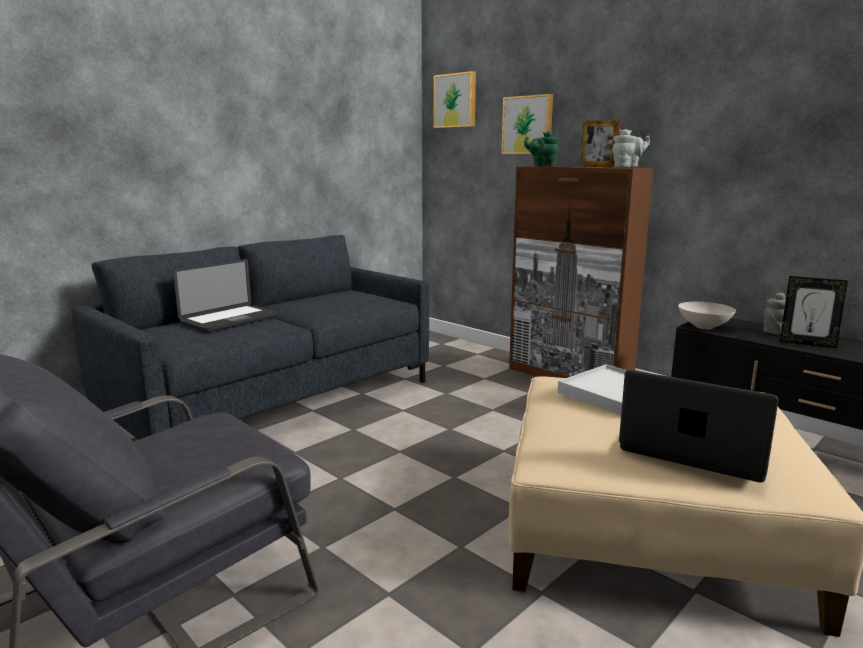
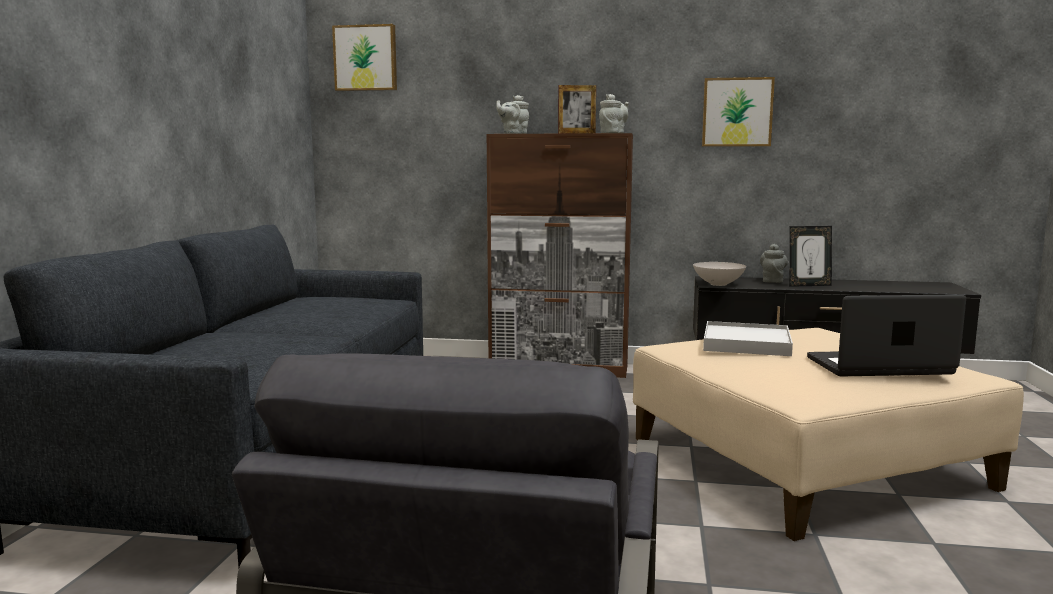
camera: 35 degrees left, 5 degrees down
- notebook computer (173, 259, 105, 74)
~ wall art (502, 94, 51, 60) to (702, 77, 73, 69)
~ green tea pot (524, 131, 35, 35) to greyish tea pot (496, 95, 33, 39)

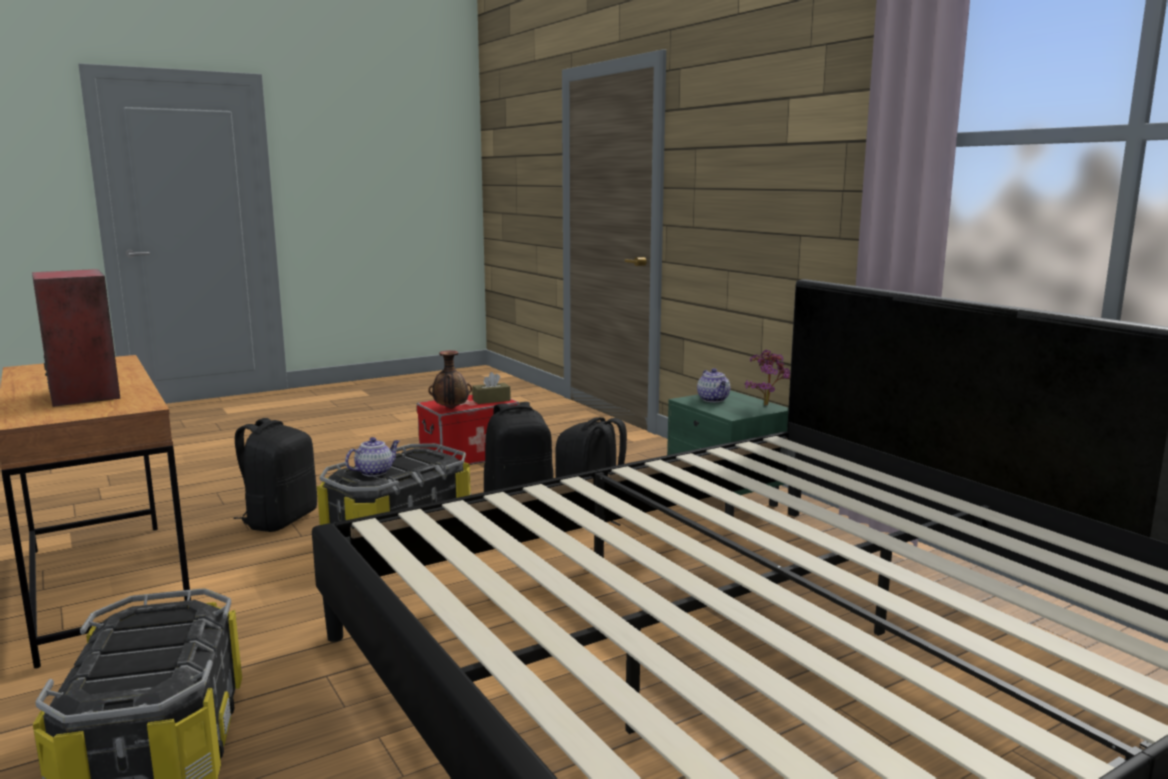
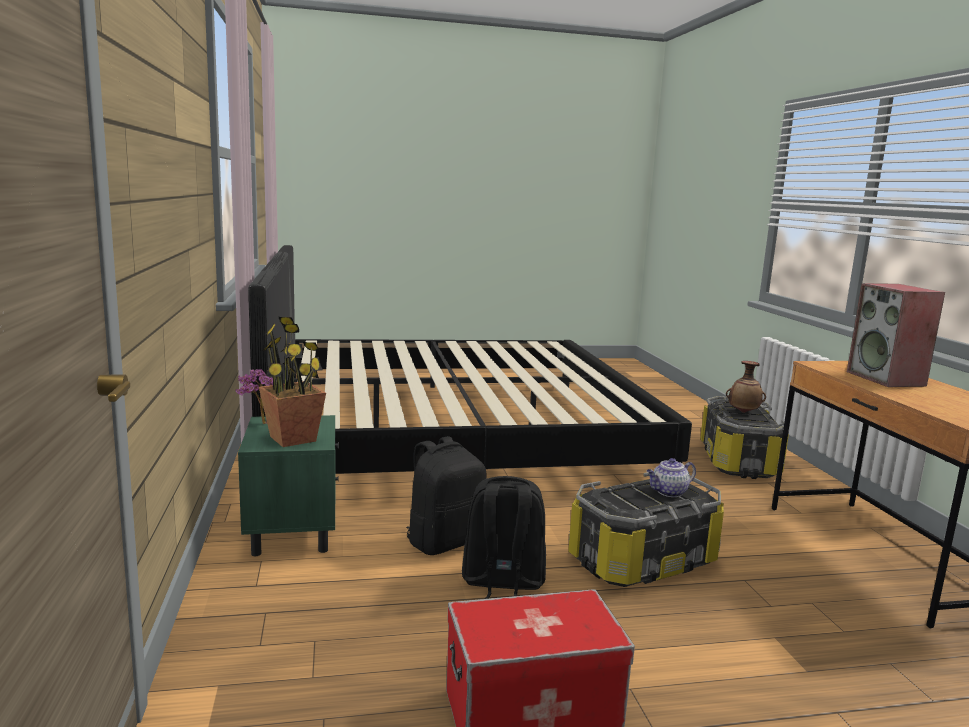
camera: 160 degrees left, 0 degrees up
- blackish rucksack (233, 418, 84, 114)
- brownish tissue box (472, 372, 39, 32)
~ vase (428, 350, 44, 59) to (726, 361, 40, 52)
~ tea pot (697, 368, 33, 34) to plant in a pot (259, 317, 67, 130)

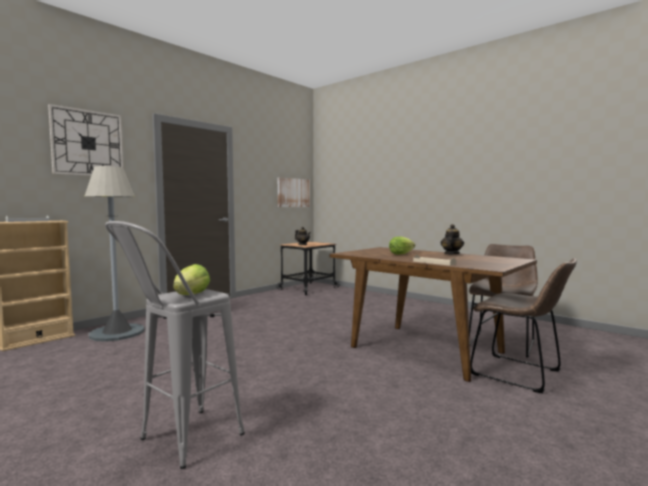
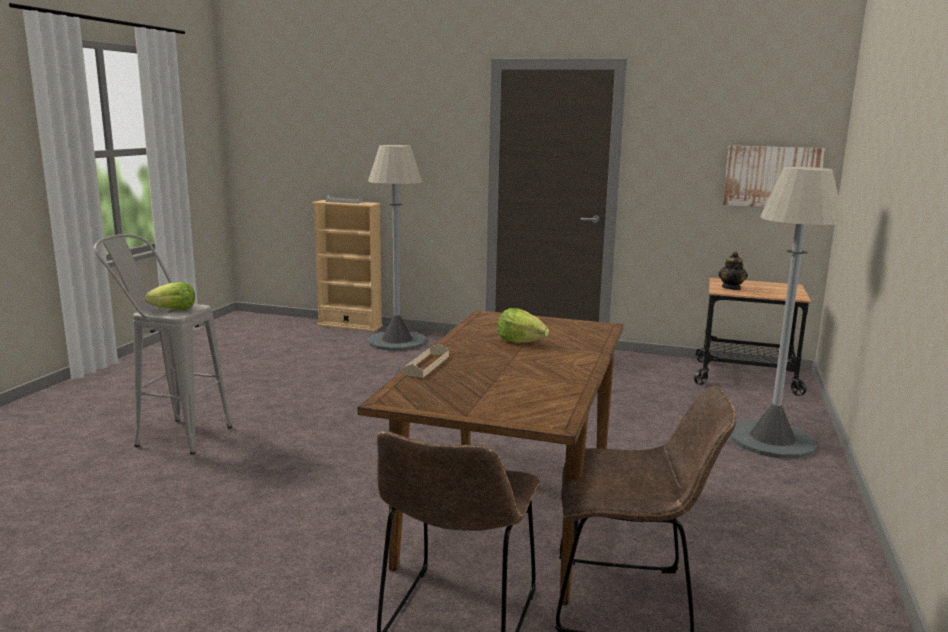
camera: 65 degrees right, 10 degrees up
- wall clock (48, 104, 76, 72)
- tea pot (441, 224, 23, 31)
+ greyish standing lamp (730, 167, 114, 292)

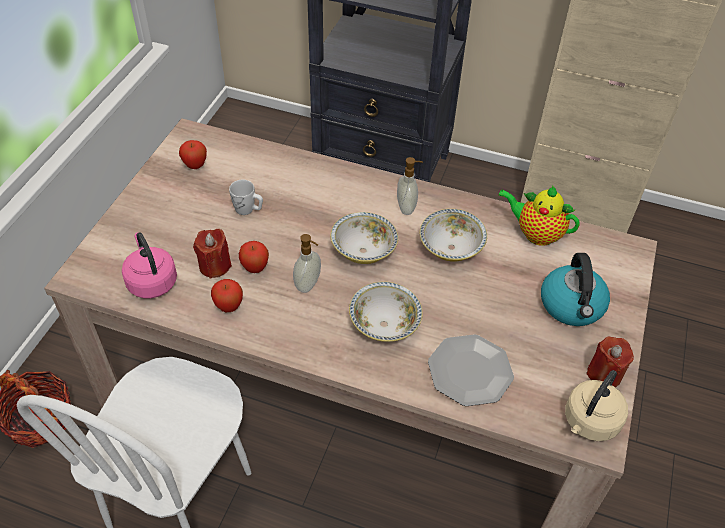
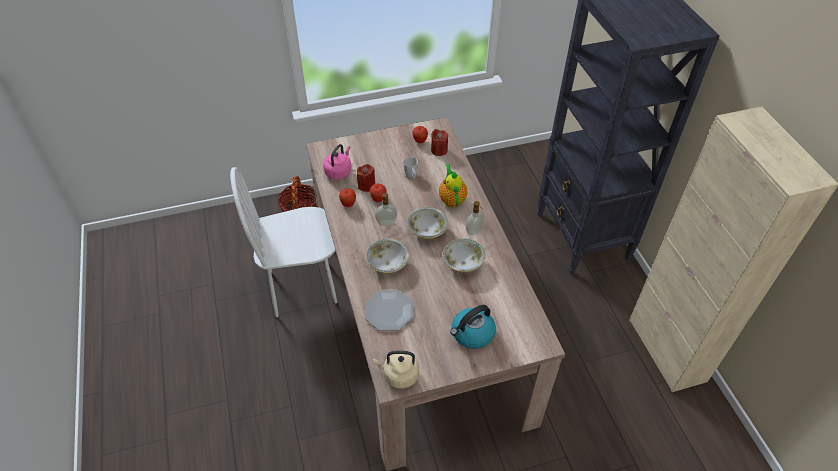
camera: 55 degrees right, 0 degrees up
~ tea pot (499, 186, 81, 60) to (439, 164, 29, 43)
~ red-coloured wax candle (586, 337, 48, 50) to (431, 129, 17, 27)

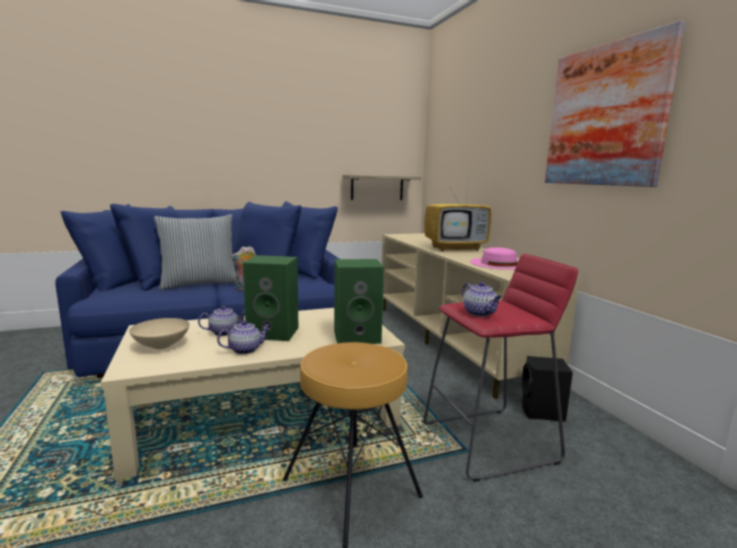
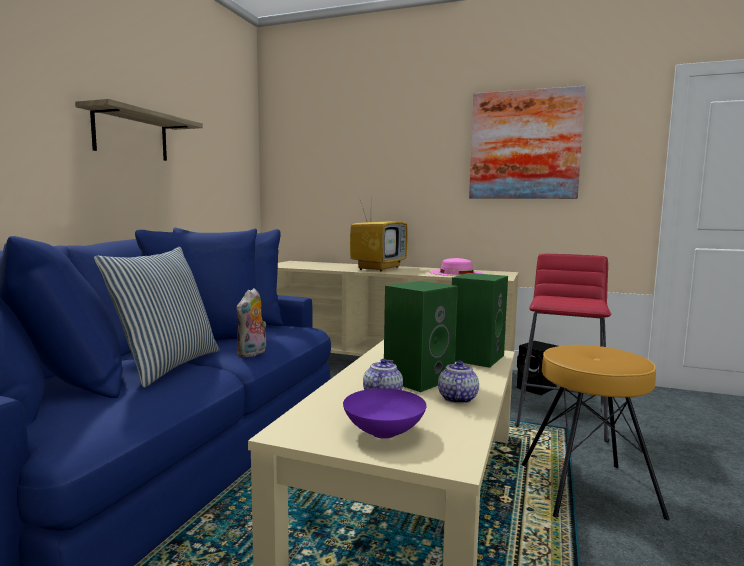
camera: 50 degrees left, 5 degrees down
- tea pot (462, 282, 40, 35)
~ bracket shelf (342, 175, 79, 25) to (75, 99, 128, 62)
~ beige-coloured deep dish (129, 318, 61, 31) to purple deep dish (343, 388, 84, 51)

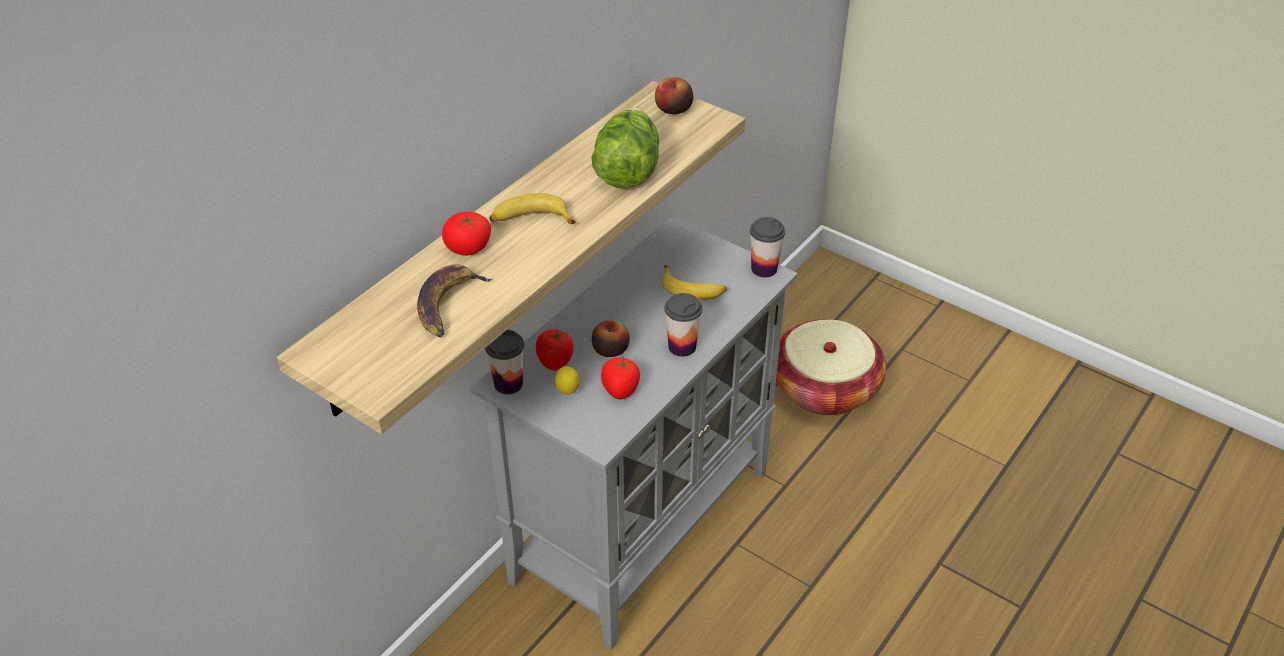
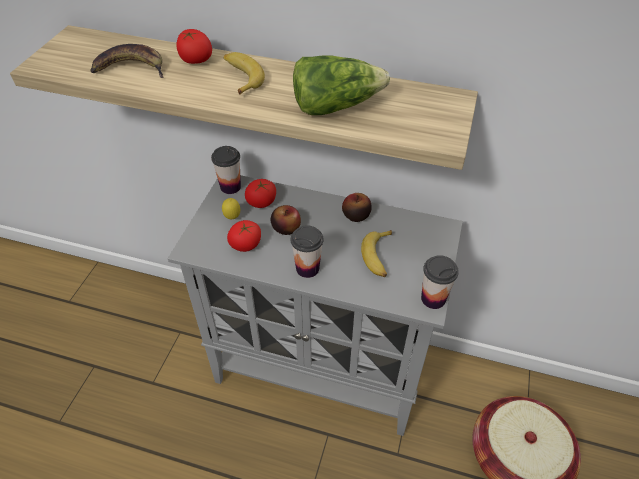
camera: 70 degrees right, 5 degrees up
~ whole apple (655, 77, 38, 37) to (342, 193, 30, 29)

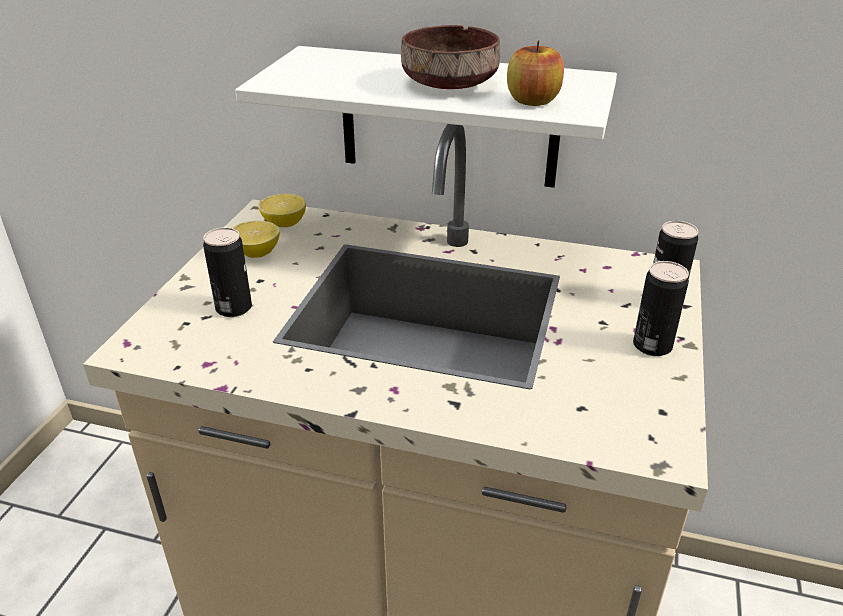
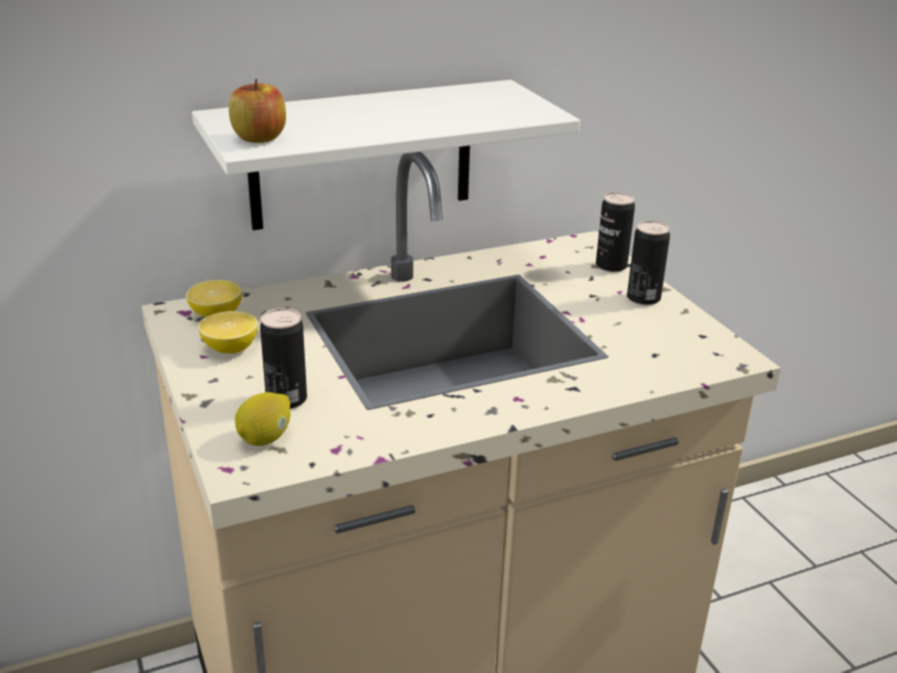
camera: 40 degrees left, 5 degrees down
- brownish deep dish (401, 25, 99, 64)
+ citrus fruit (235, 392, 55, 54)
~ whole apple (507, 40, 57, 66) to (229, 78, 57, 65)

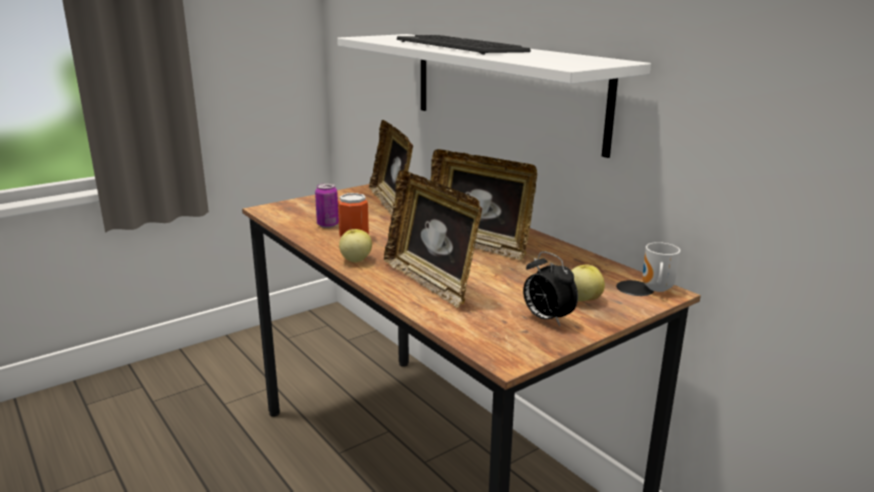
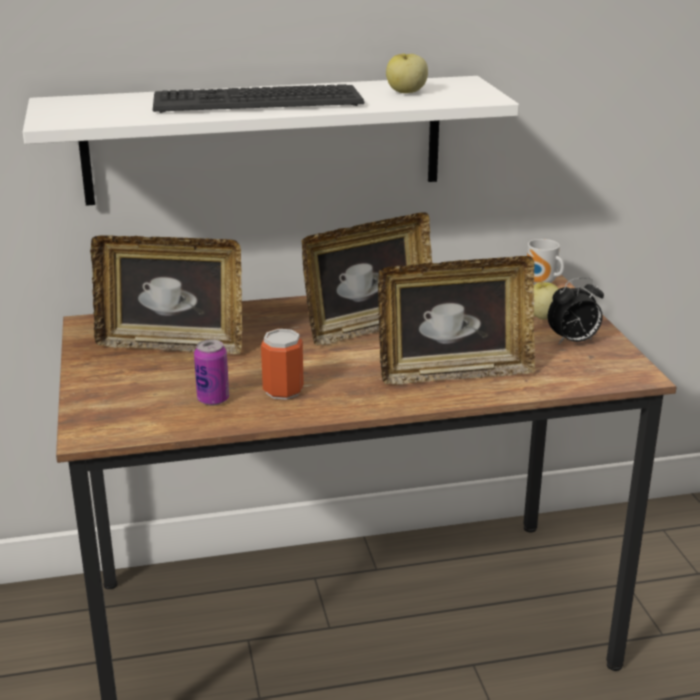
camera: 65 degrees left, 5 degrees up
~ whole apple (339, 229, 33, 33) to (386, 54, 42, 39)

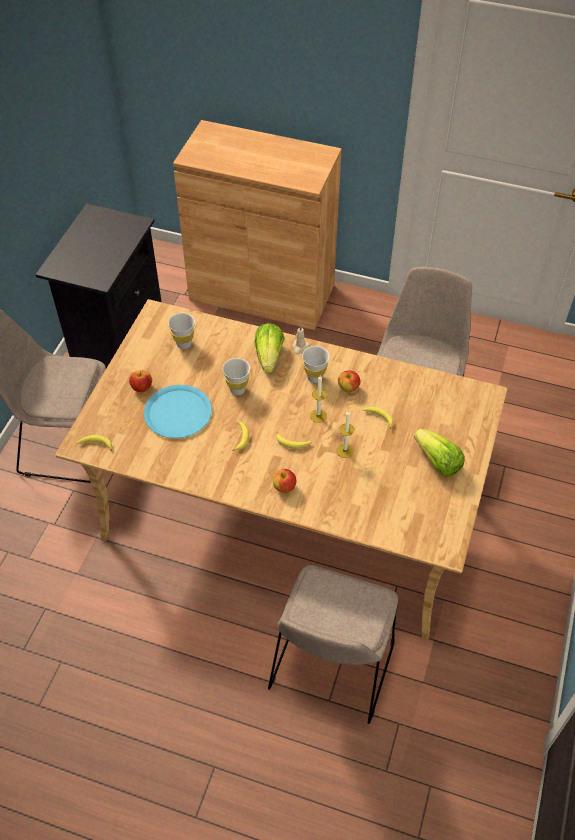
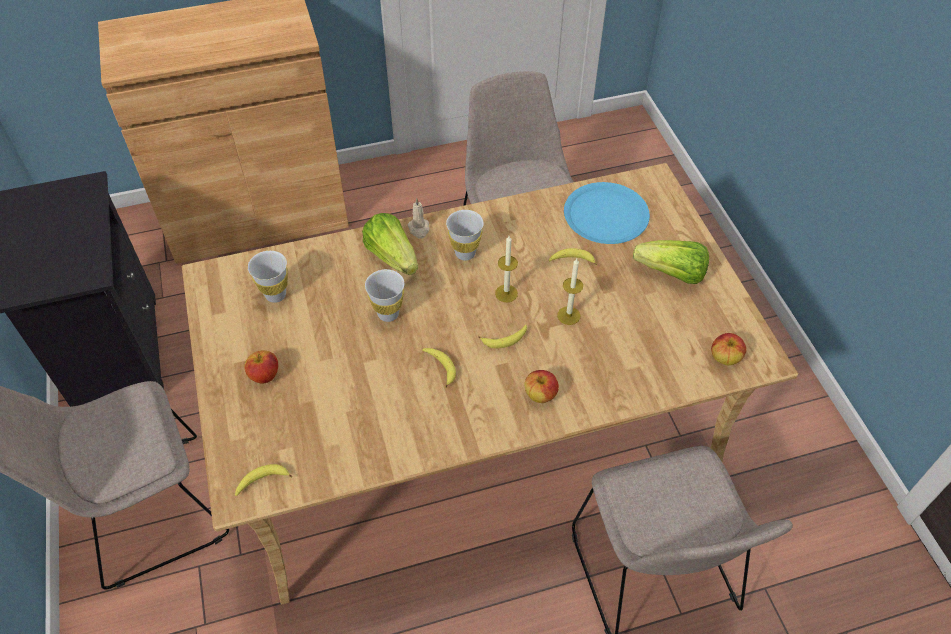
camera: 35 degrees left, 0 degrees up
~ blue-coloured dinner plate (144, 385, 68, 53) to (564, 182, 86, 62)
~ whole apple (338, 370, 22, 22) to (711, 333, 35, 32)

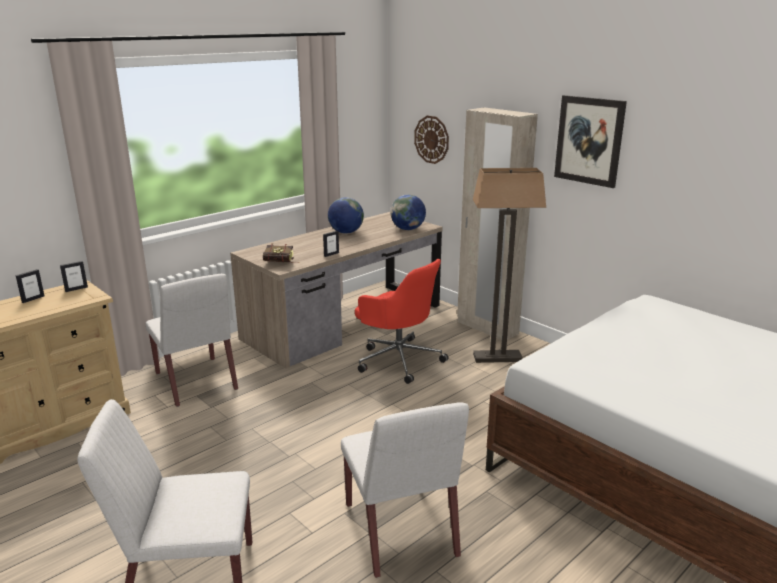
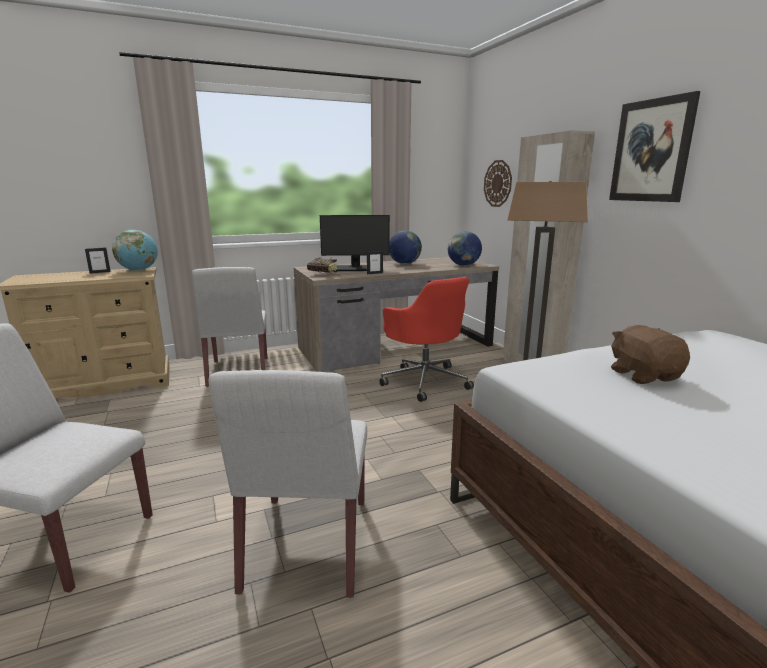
camera: 20 degrees right, 5 degrees down
+ monitor (320, 215, 70, 56)
+ brownish soft toy (611, 325, 79, 59)
~ standing frame (60, 261, 28, 31) to world globe (112, 230, 46, 41)

